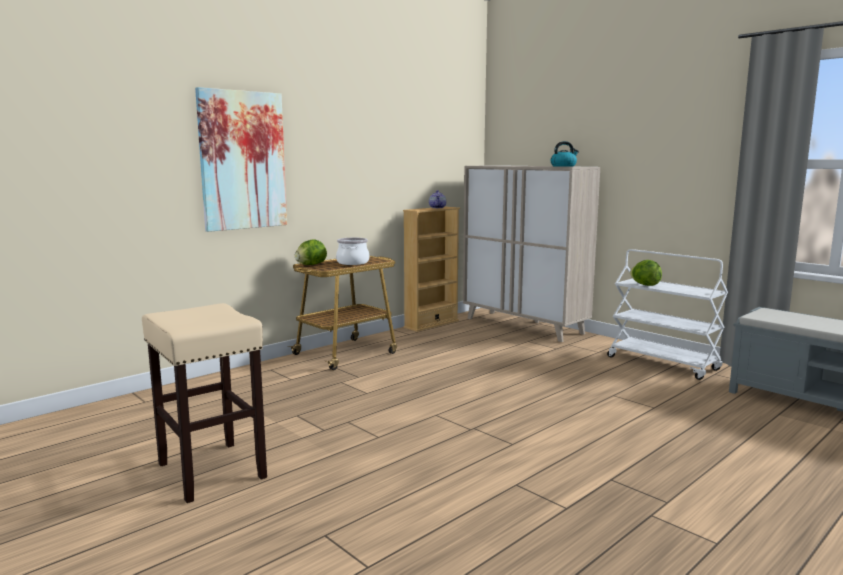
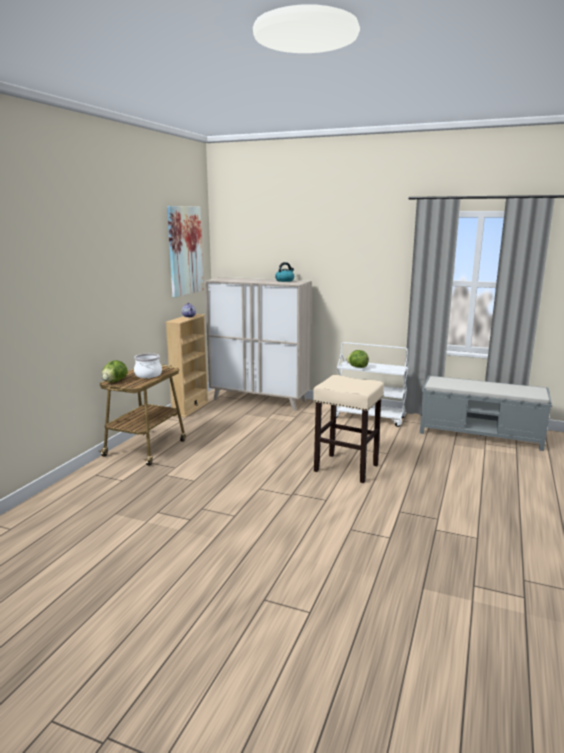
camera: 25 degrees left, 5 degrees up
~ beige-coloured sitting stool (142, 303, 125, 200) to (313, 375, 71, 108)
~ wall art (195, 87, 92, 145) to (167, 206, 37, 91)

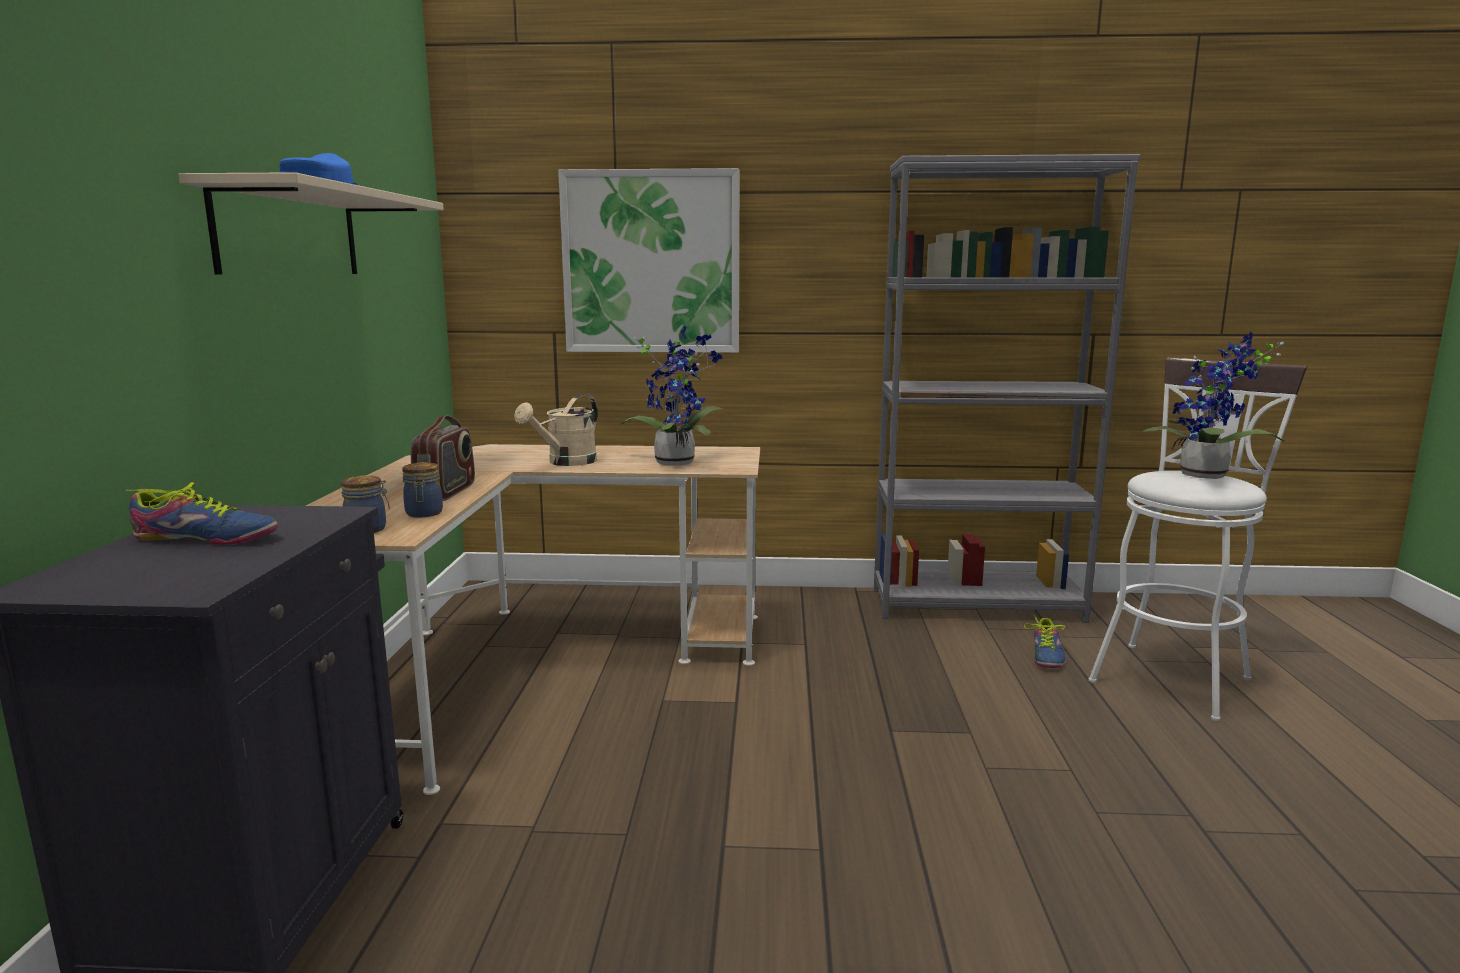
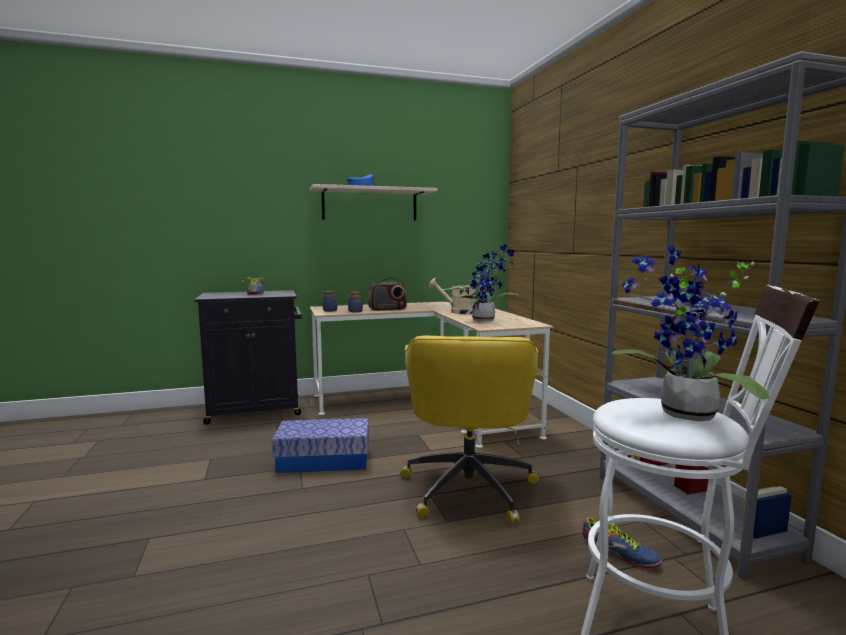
camera: 70 degrees right, 5 degrees down
- wall art (558, 168, 181, 185)
+ storage container (272, 418, 97, 55)
+ yellow-coloured desk chair (400, 336, 139, 188)
~ shoe (1024, 614, 42, 54) = (583, 517, 79, 51) 135 degrees counterclockwise

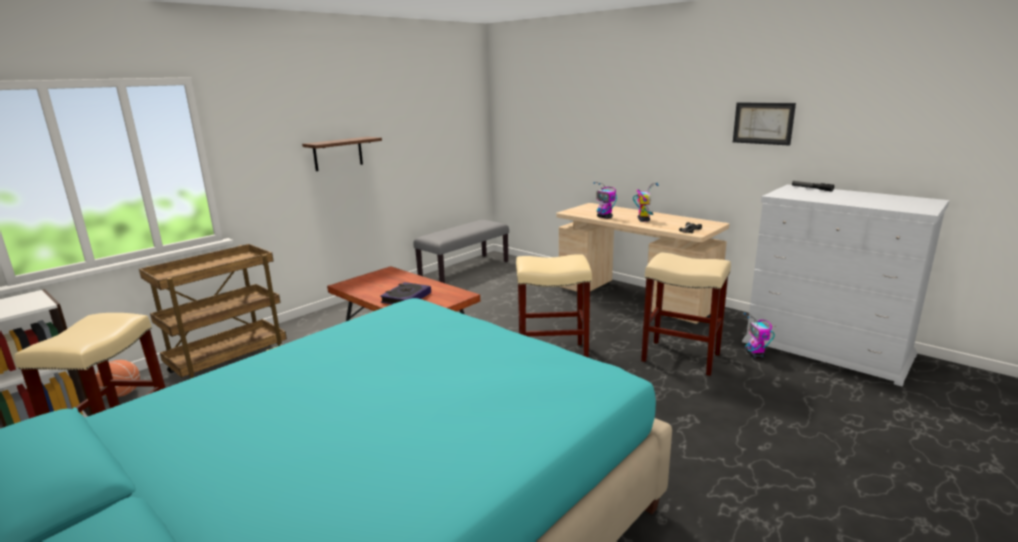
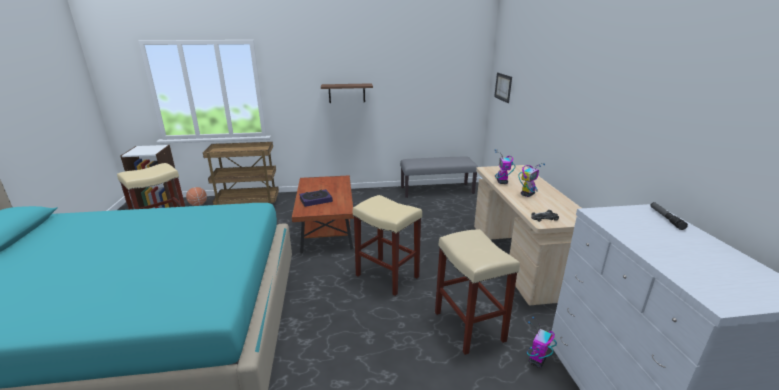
camera: 40 degrees right, 5 degrees up
~ wall art (733, 102, 63, 44) to (494, 73, 18, 30)

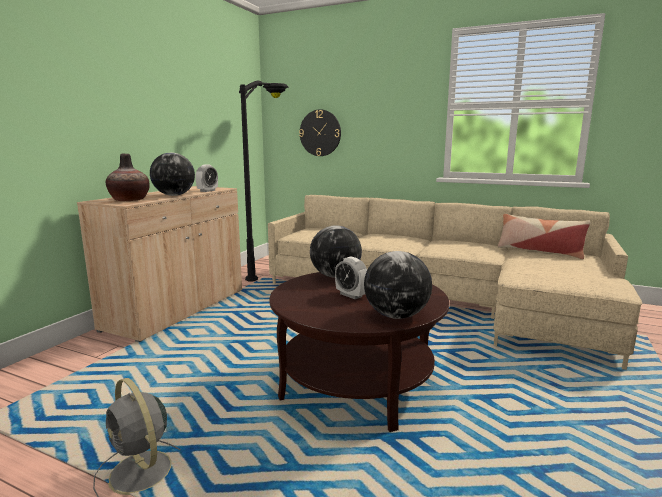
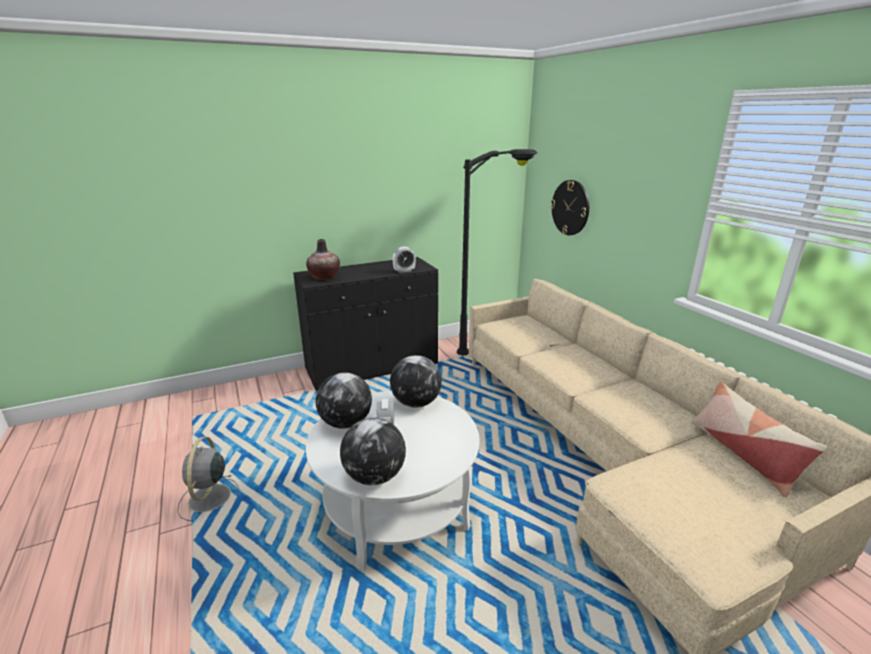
camera: 40 degrees right, 10 degrees up
~ world globe (150, 152, 45, 44) to (315, 372, 57, 57)
~ beige-coloured storage cabinet (77, 186, 165, 156) to blackish storage cabinet (293, 257, 145, 134)
~ brownish lounge table (269, 272, 181, 160) to white-coloured lounge table (306, 391, 174, 179)

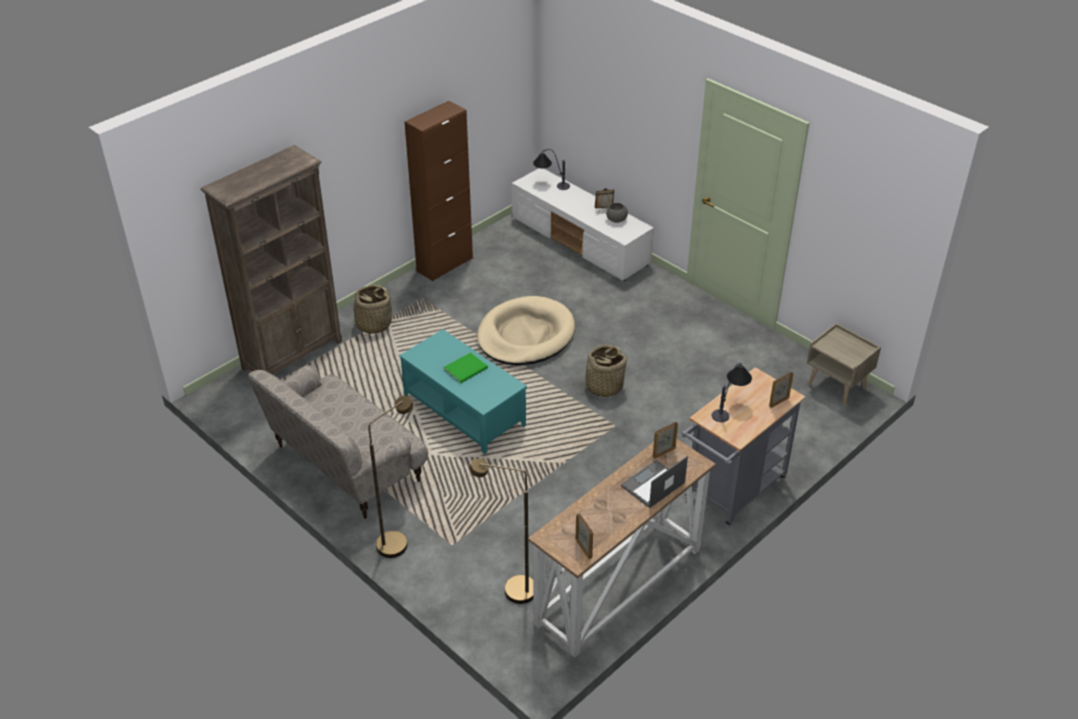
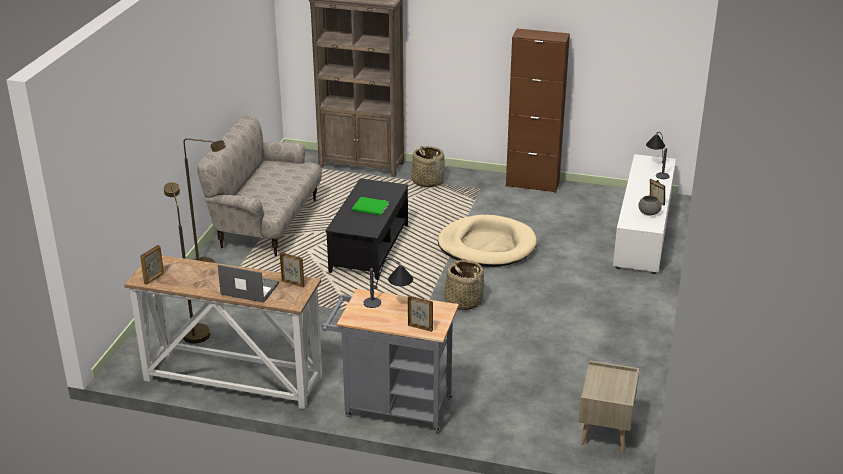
camera: 60 degrees right, 10 degrees down
~ turquoise lounge table (399, 329, 128, 125) to blackish lounge table (326, 178, 82, 102)

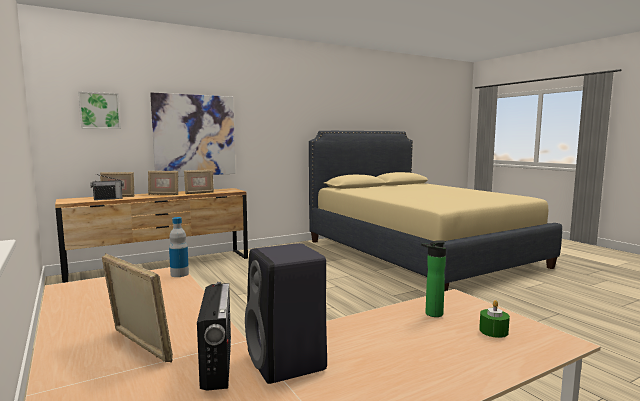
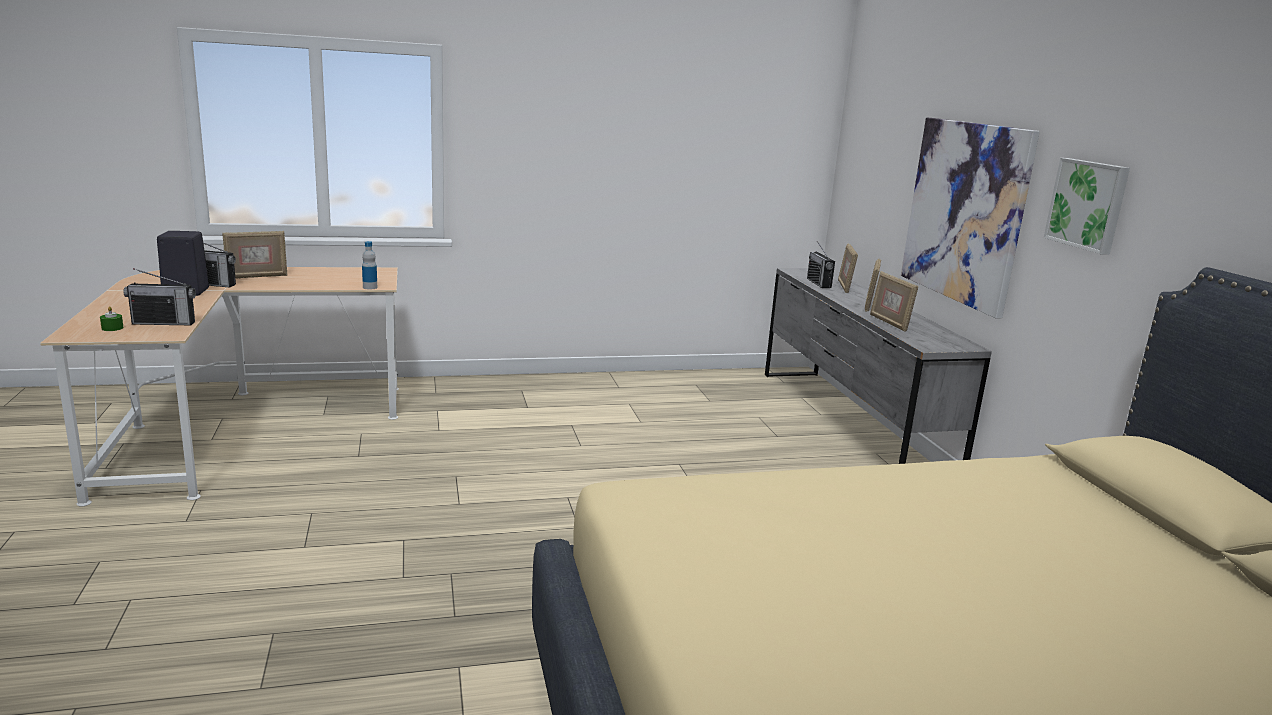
camera: 105 degrees right, 10 degrees up
~ wall art (78, 92, 43, 37) to (1044, 158, 86, 96)
~ bottle (421, 240, 25, 77) to radio (123, 268, 73, 57)
~ brownish chest of drawers (55, 188, 193, 95) to greyish chest of drawers (765, 268, 227, 196)

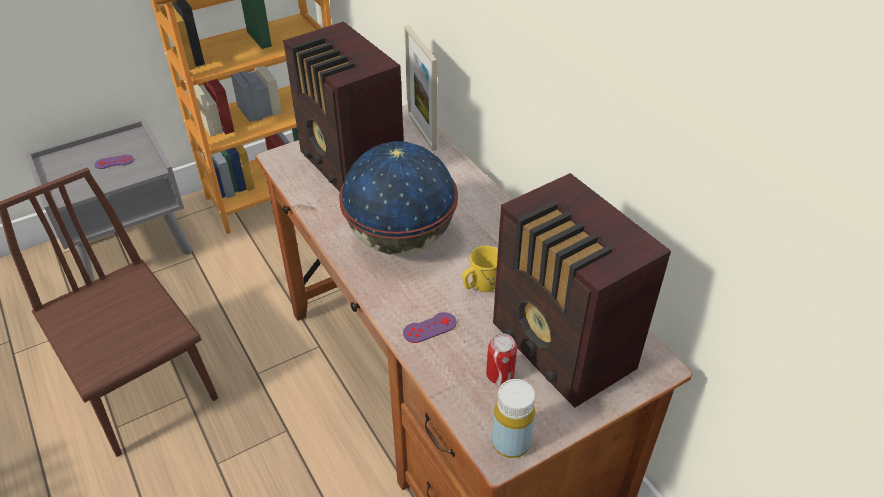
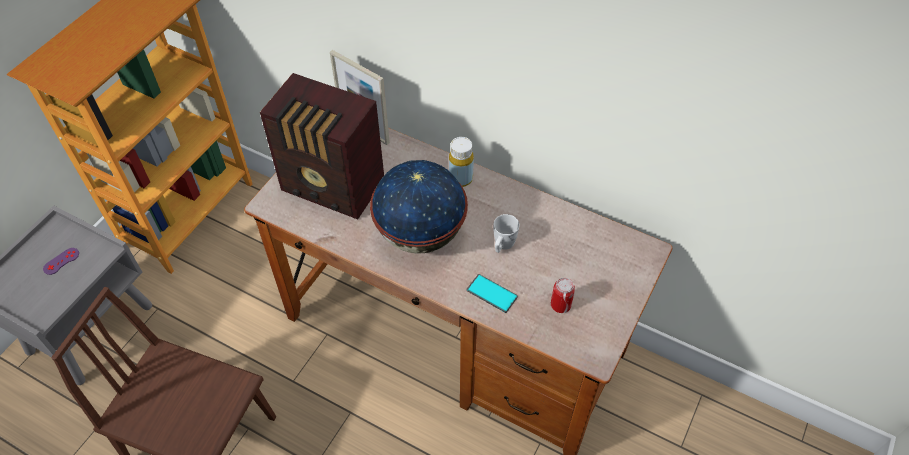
camera: 30 degrees left, 10 degrees up
- radio (493, 173, 178, 235)
~ yellow-coloured bottle (492, 379, 43, 79) to (449, 137, 25, 50)
~ purple gamepad (403, 312, 54, 31) to telephone (467, 274, 51, 39)
~ yellow-coloured coffee mug (462, 246, 36, 46) to white-coloured coffee mug (493, 214, 26, 39)

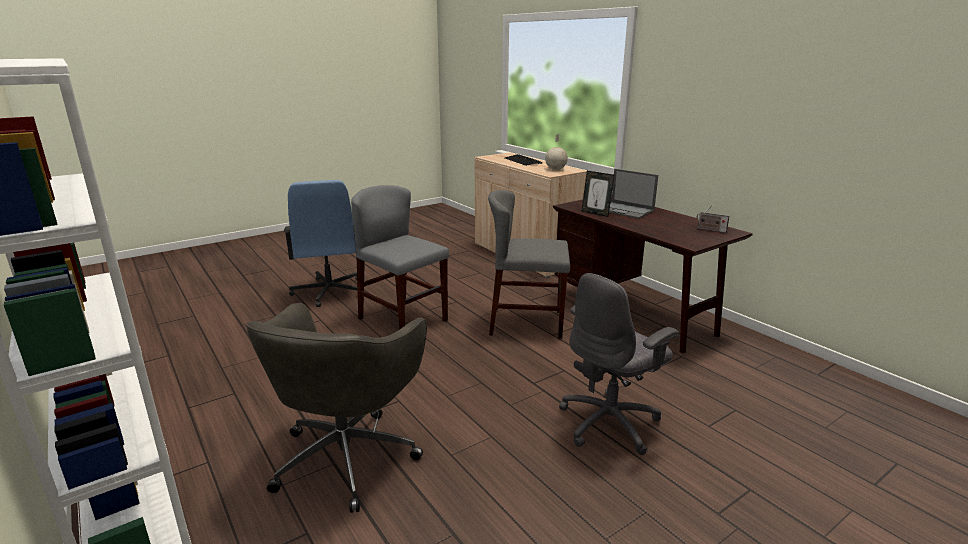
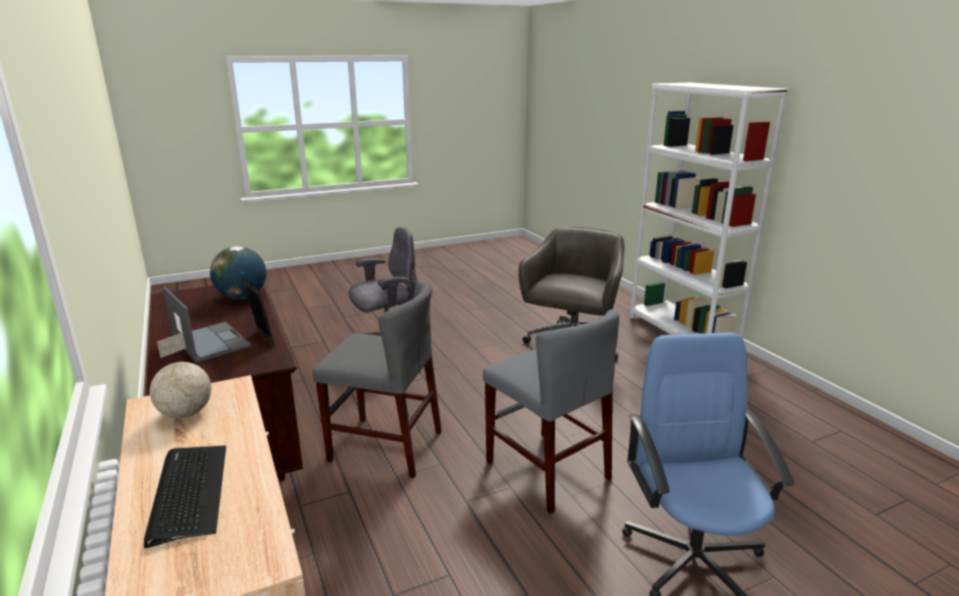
camera: 170 degrees left, 0 degrees up
- radio (697, 206, 32, 27)
+ world globe (210, 246, 56, 53)

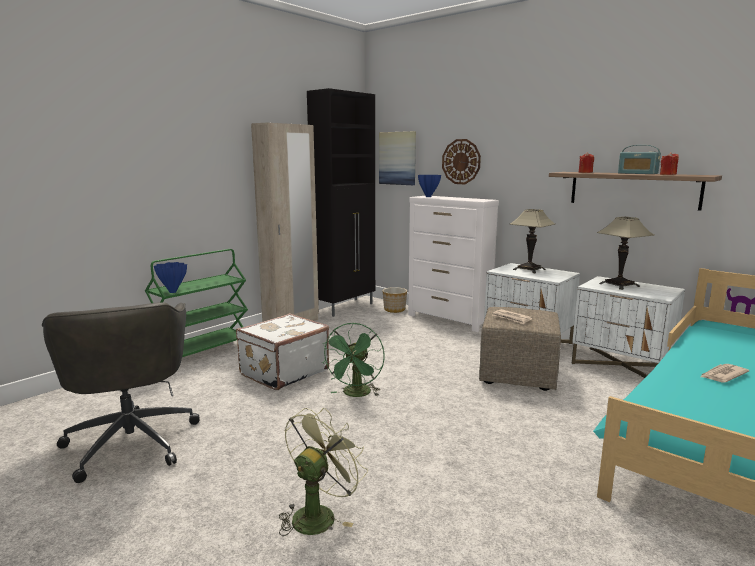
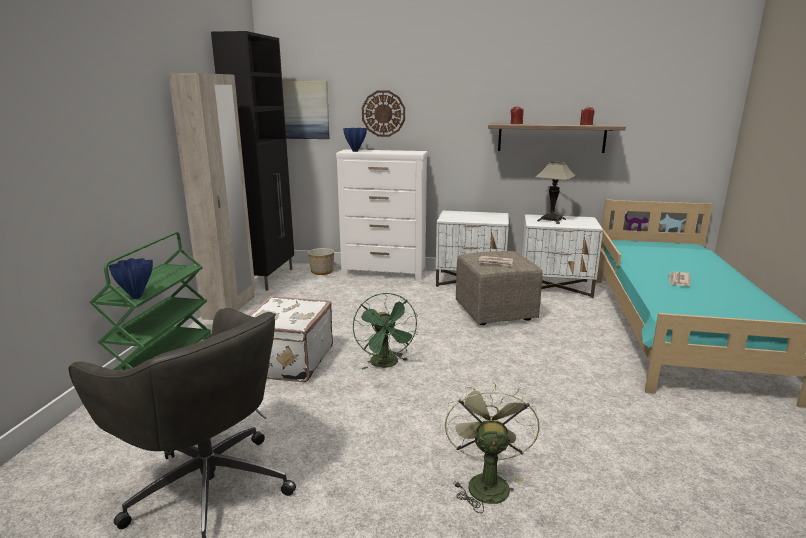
camera: 30 degrees left, 5 degrees up
- table lamp (510, 209, 45, 64)
- radio (618, 145, 43, 29)

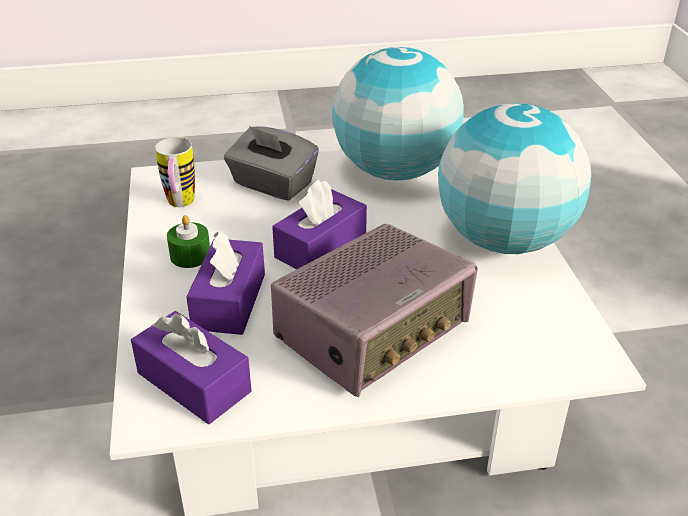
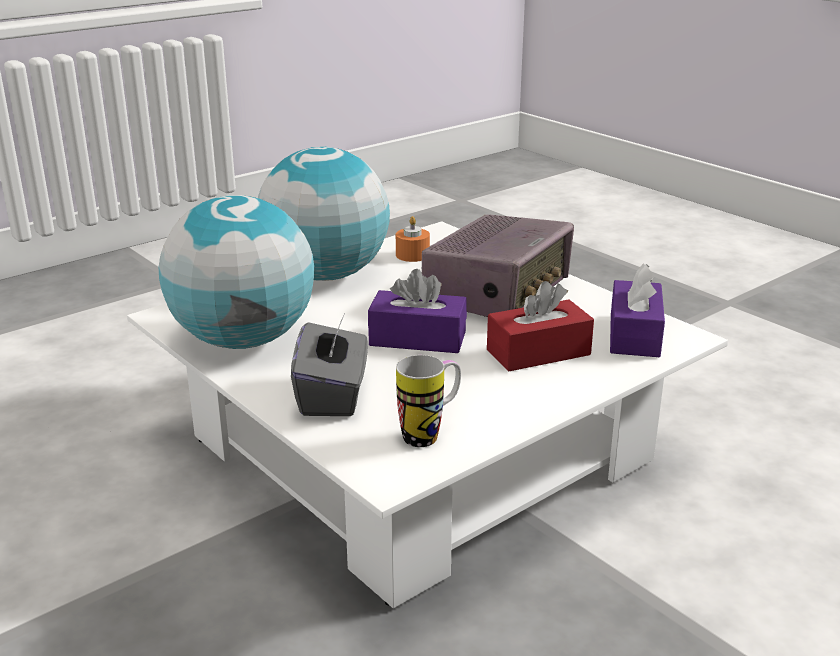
camera: 120 degrees left, 10 degrees down
- green wax candle (167, 215, 43, 53)
+ orangey wax candle (396, 216, 34, 46)
~ purple tissue box (186, 231, 79, 104) to red-coloured tissue box (487, 281, 107, 90)
~ radio (271, 224, 207, 173) = (422, 214, 152, 103) 105 degrees clockwise

